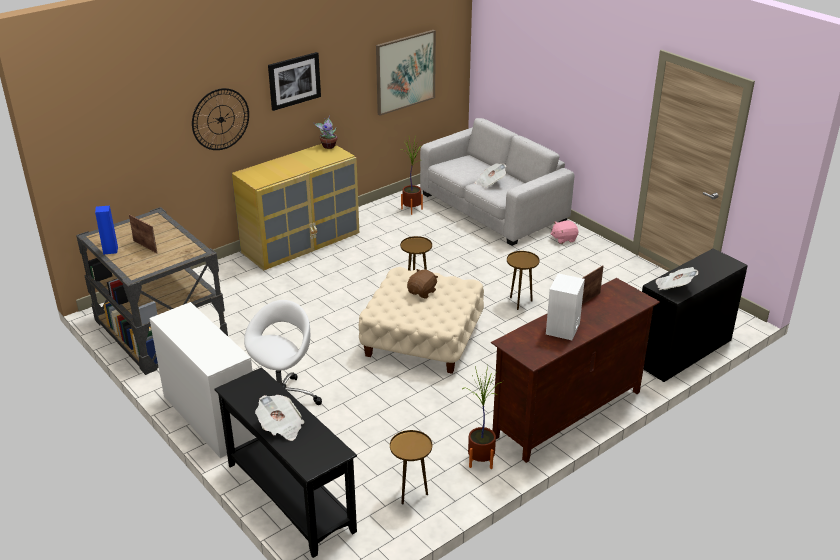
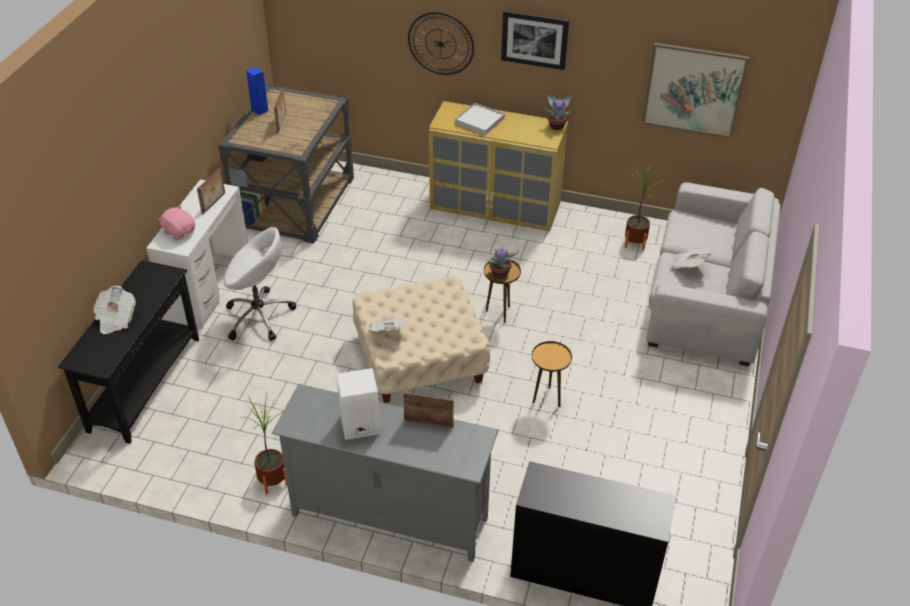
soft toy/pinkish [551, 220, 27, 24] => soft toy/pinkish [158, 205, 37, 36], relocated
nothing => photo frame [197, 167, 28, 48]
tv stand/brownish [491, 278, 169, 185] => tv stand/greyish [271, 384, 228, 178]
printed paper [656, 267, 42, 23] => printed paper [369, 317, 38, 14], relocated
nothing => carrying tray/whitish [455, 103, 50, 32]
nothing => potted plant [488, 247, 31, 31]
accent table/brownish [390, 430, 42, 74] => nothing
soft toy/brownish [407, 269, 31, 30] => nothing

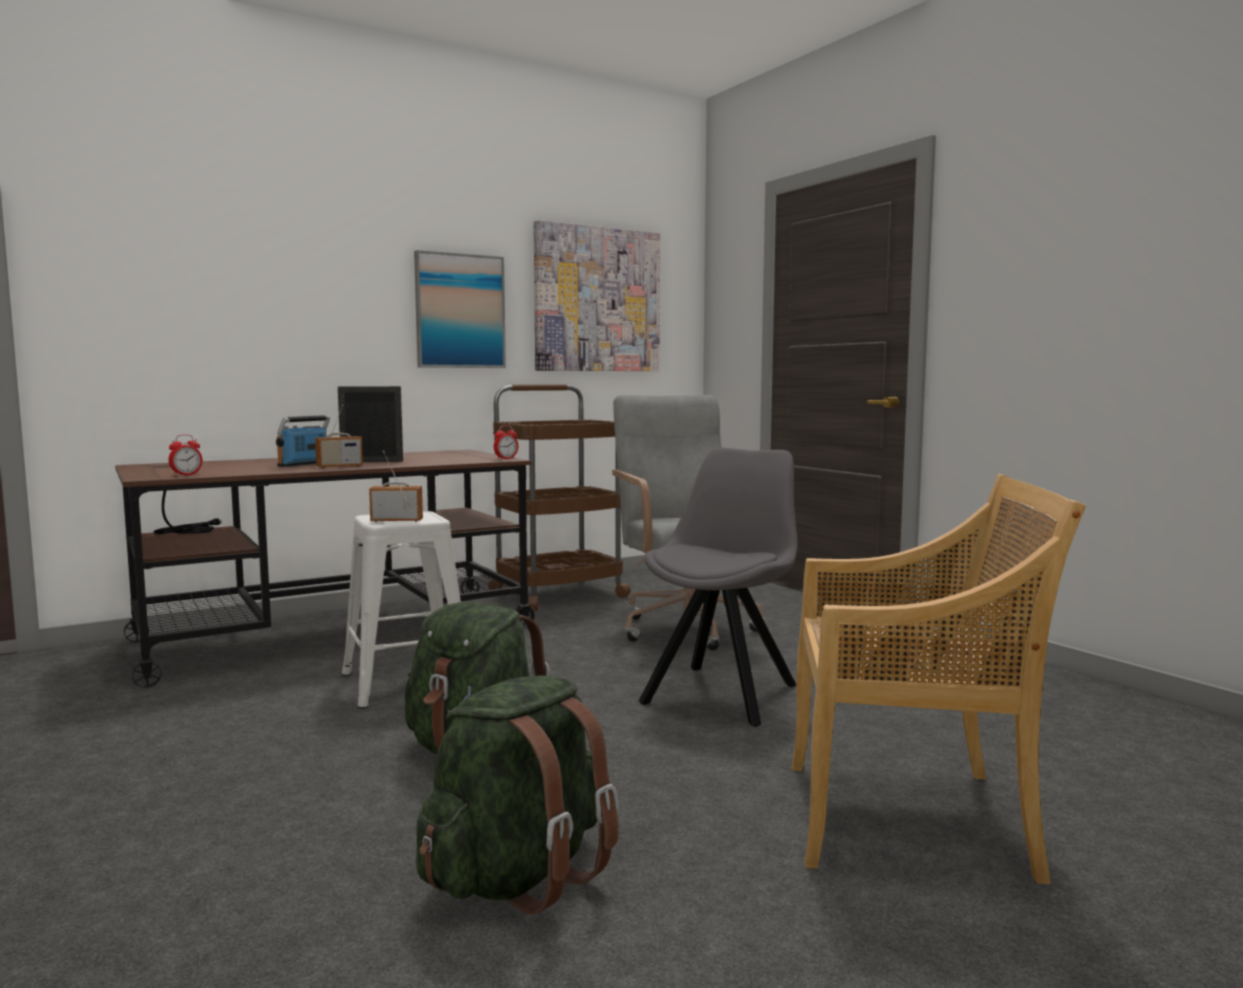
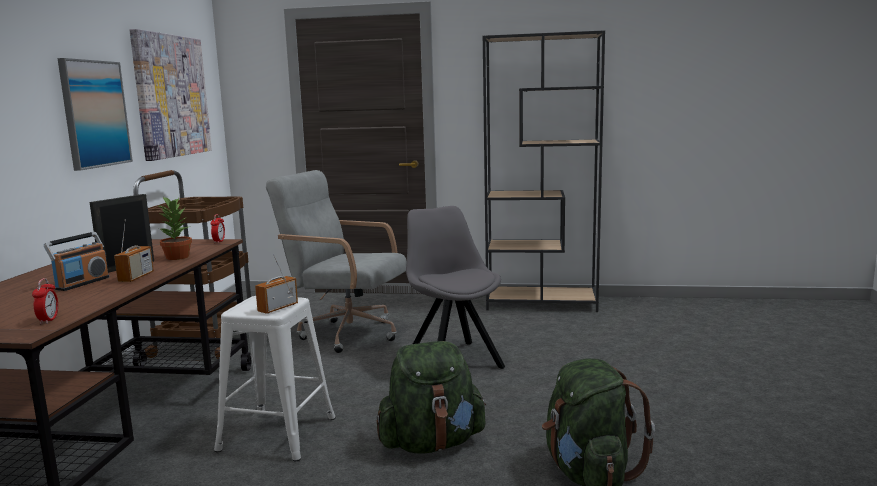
radio set [276, 415, 54, 52] => radio set [44, 232, 65, 59], 135 degrees counterclockwise
nothing => potted plant [157, 196, 35, 64]
nothing => bookshelf [482, 30, 123, 282]
plain chair/beige-coloured [792, 474, 294, 410] => nothing

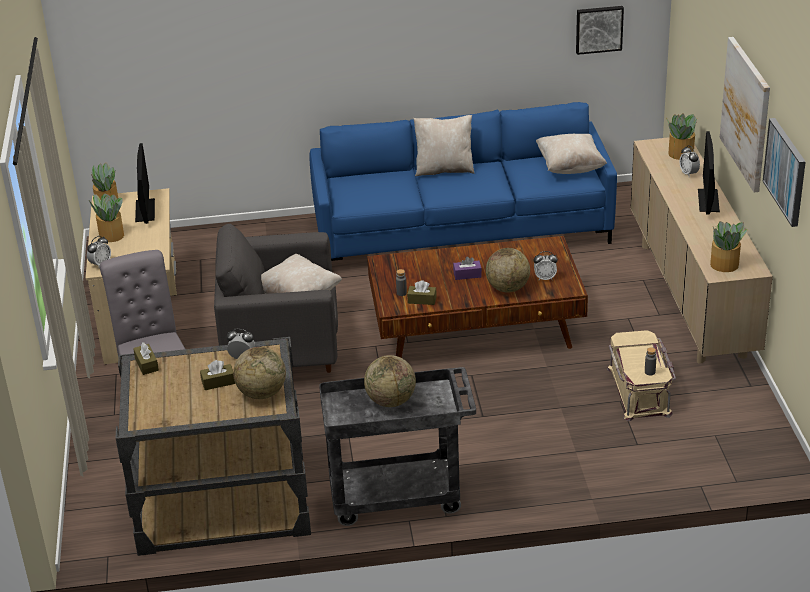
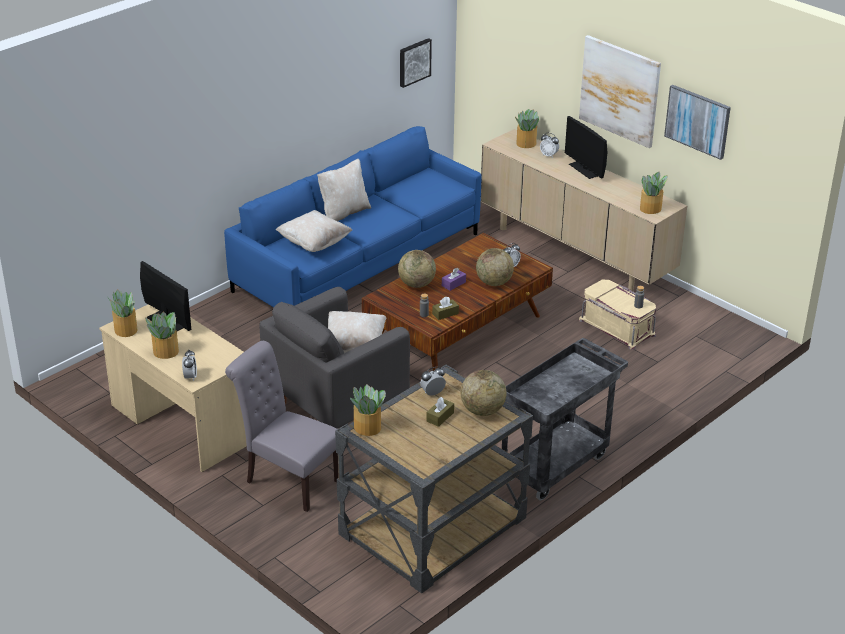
cushion/beige-coloured [536, 134, 71, 40] => cushion/beige-coloured [276, 210, 76, 42], relocated
tissue box/brownish [133, 342, 26, 33] => potted plant [350, 384, 36, 52]
desk globe [364, 355, 52, 52] => desk globe [398, 250, 38, 38], relocated

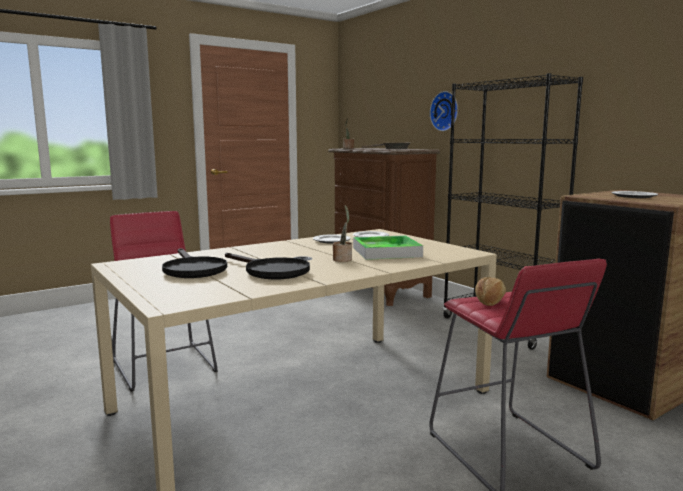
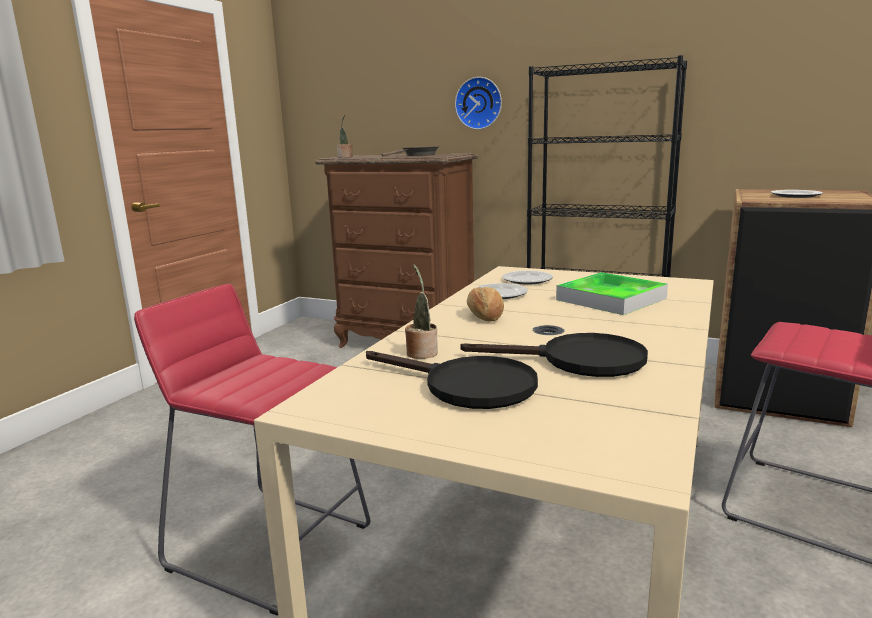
potted plant [333, 205, 19, 57] => potted plant [405, 264, 33, 95], relocated
bakery bread [475, 277, 31, 29] => bakery bread [467, 287, 37, 34], relocated

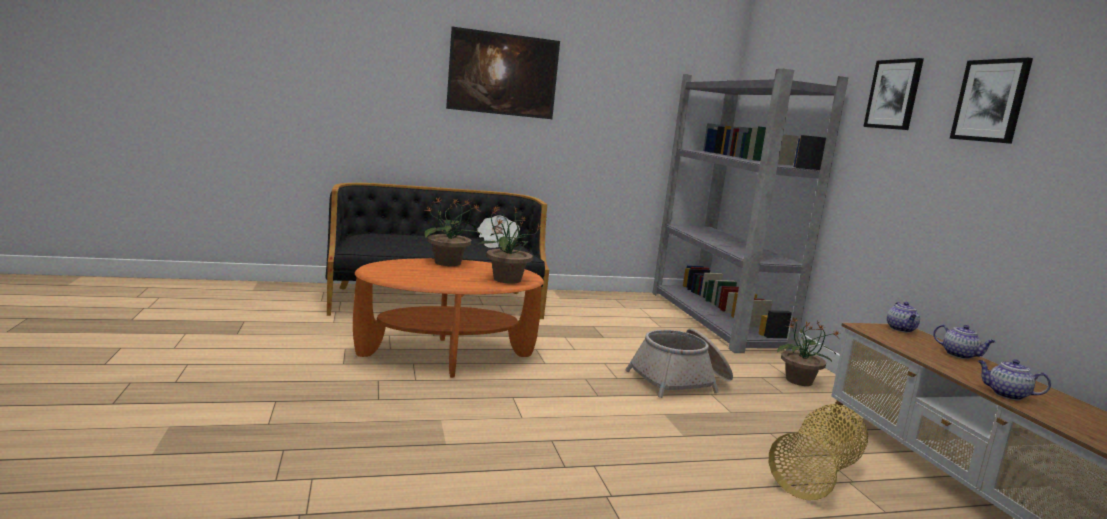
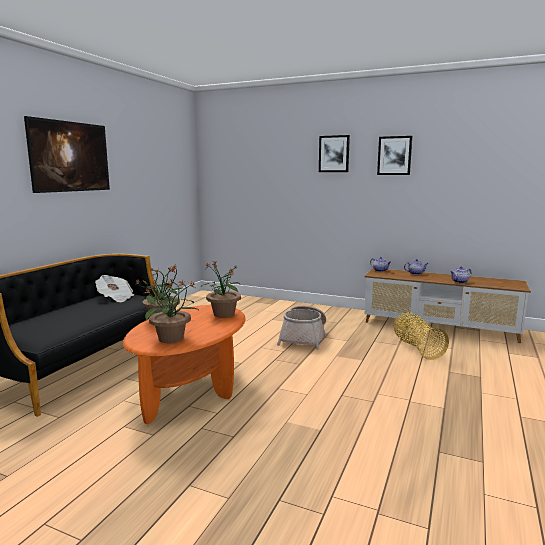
potted plant [777, 317, 63, 69] => potted plant [145, 279, 55, 64], relocated
bookshelf/greyish [652, 69, 197, 284] => nothing

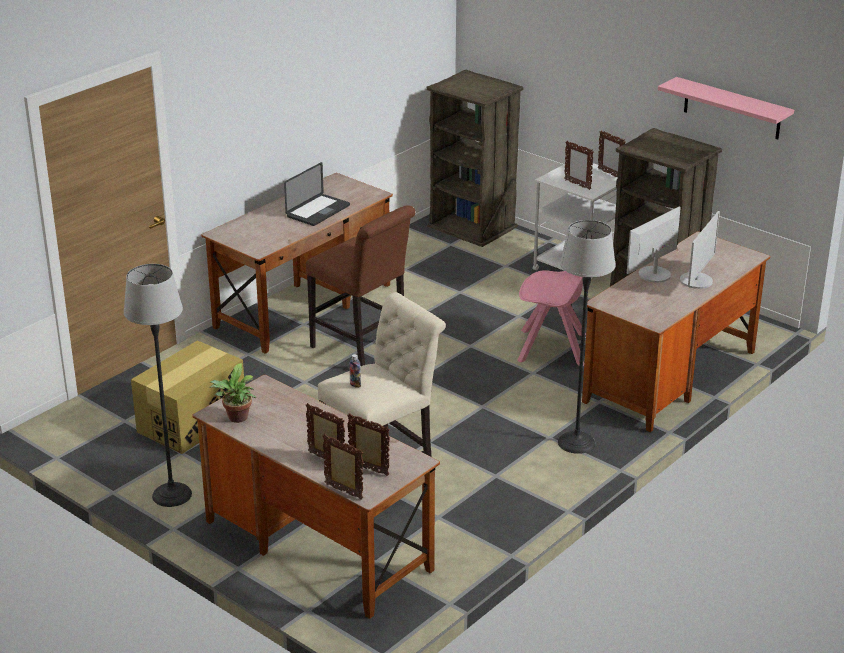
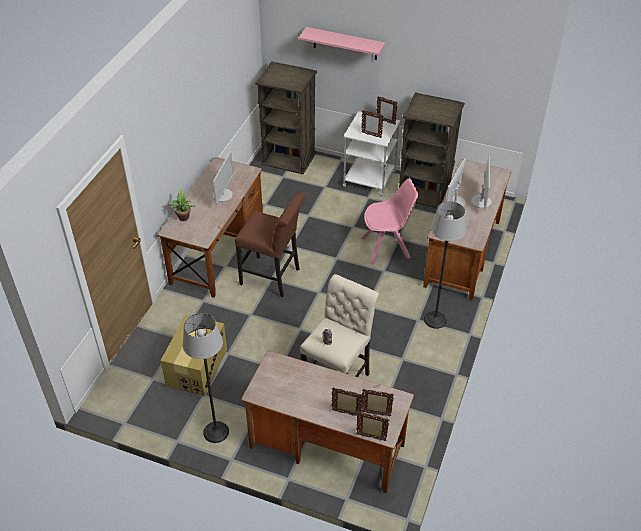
potted plant [209, 363, 47, 60] => potted plant [168, 189, 27, 32], relocated
portable computer [284, 162, 66, 64] => computer display [213, 151, 20, 54]
bracket shelf/pinkish [658, 77, 136, 63] => bracket shelf/pinkish [299, 27, 86, 33], relocated

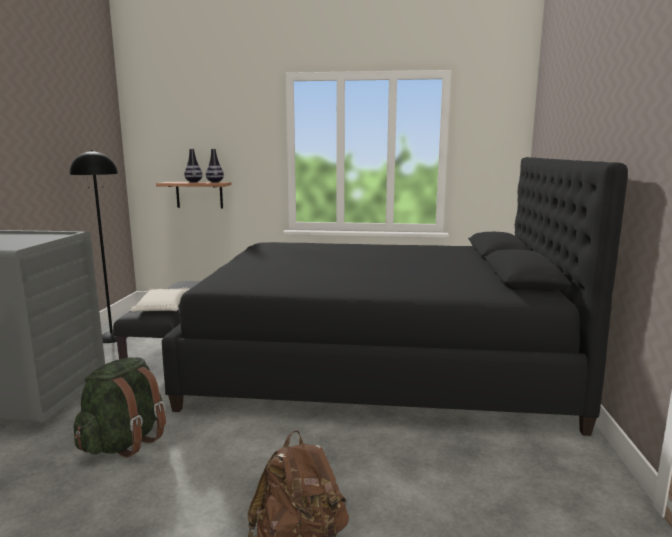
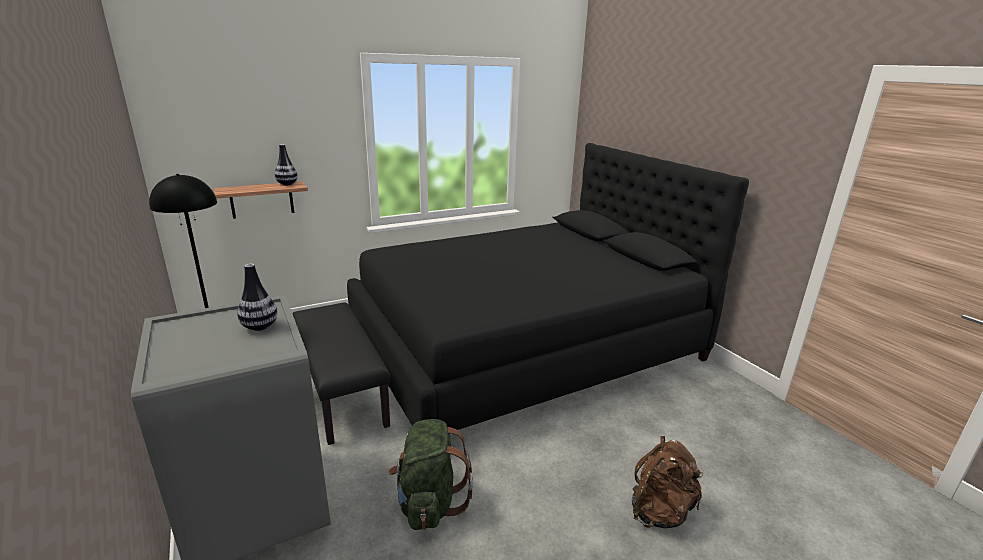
decorative vase [184, 149, 19, 33] => decorative vase [237, 264, 41, 67], relocated
cushion/whitish [130, 287, 60, 25] => nothing

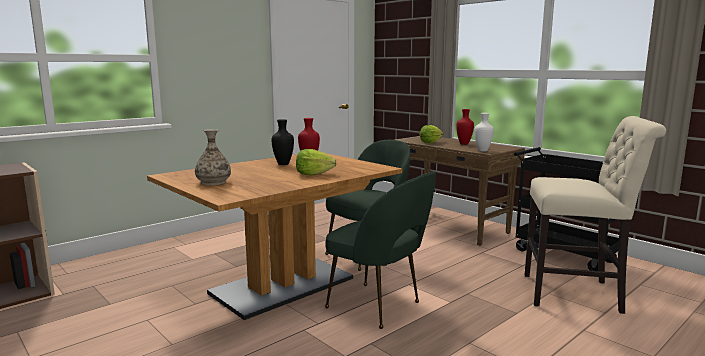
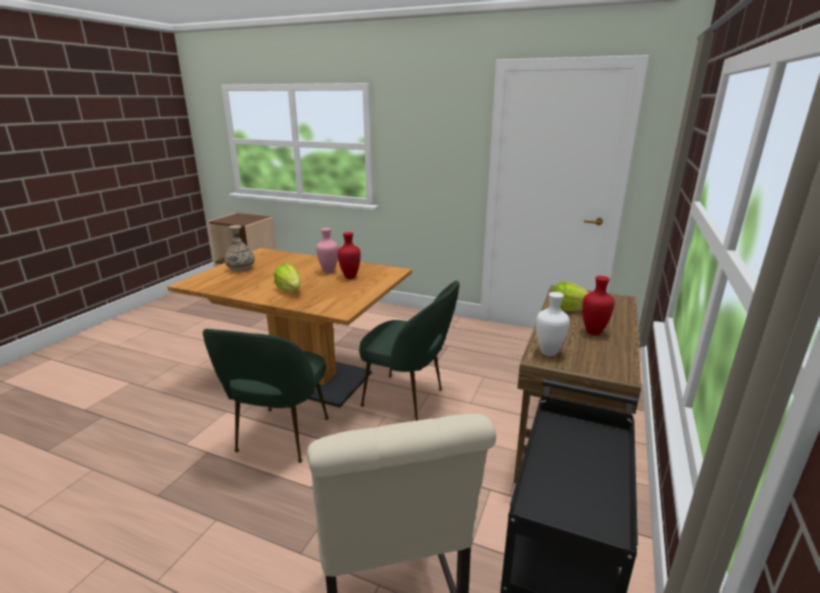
decorative vase/black [272, 119, 22, 46] => decorative vase/pinkish [316, 228, 23, 45]

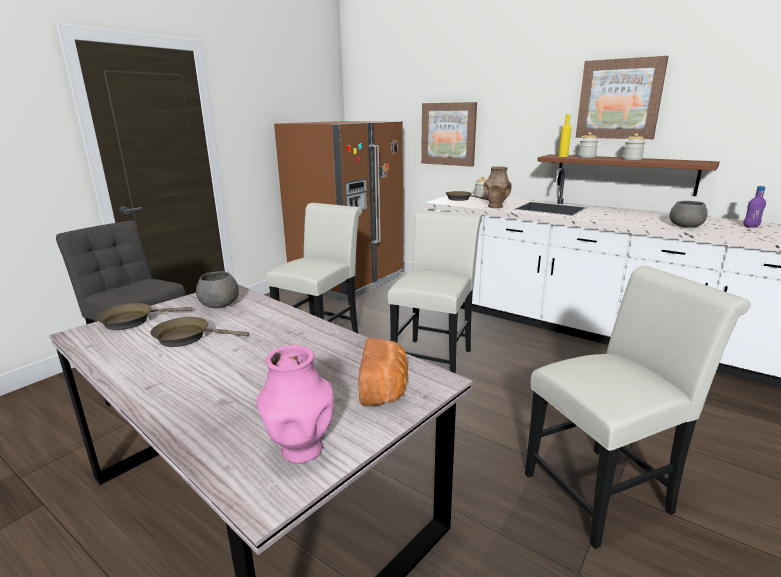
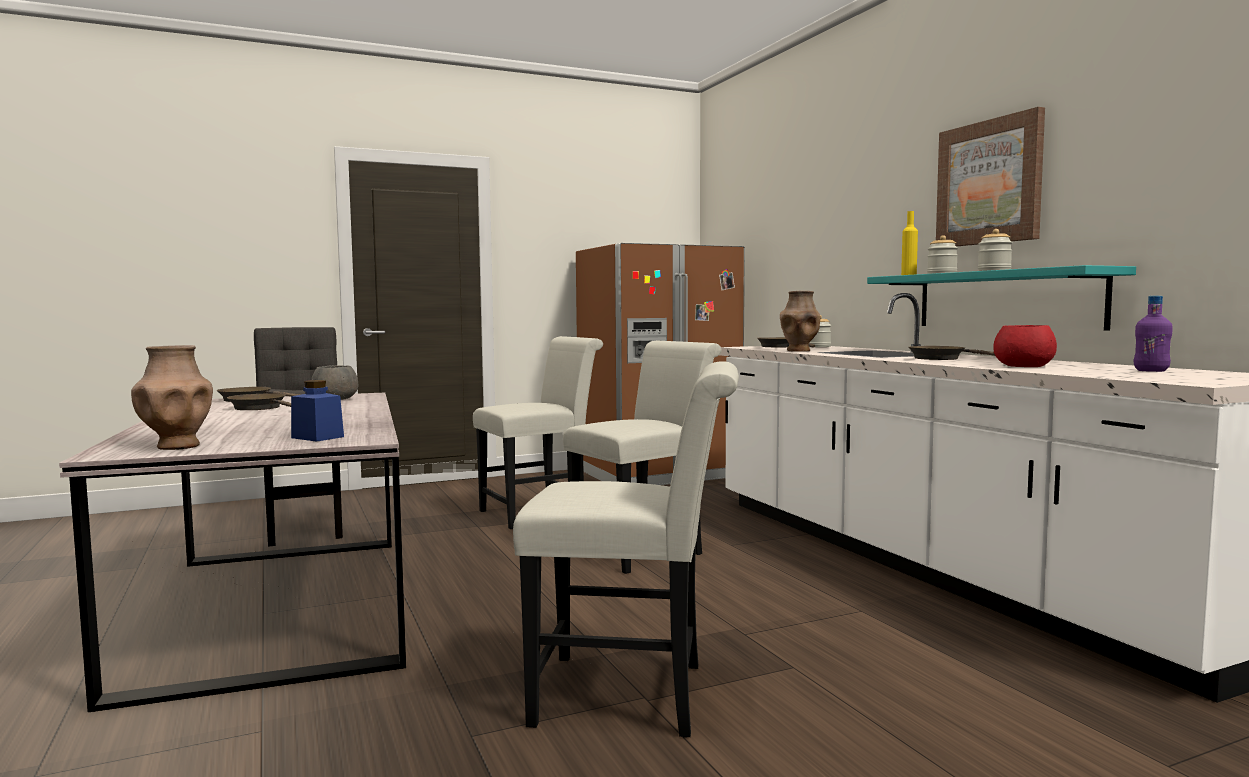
decorative vase/pinkish [257, 345, 77, 118] => decorative vase/brownish [131, 345, 82, 105]
bakery bread [359, 338, 49, 67] => preserve jar/blue [291, 380, 53, 62]
bracket shelf/brownish [537, 154, 183, 42] => bracket shelf/turquoise [867, 265, 269, 66]
nothing => frying pan/brownish [909, 346, 86, 14]
bowl/greyish [669, 201, 39, 26] => bowl/red [993, 325, 64, 42]
picture [421, 102, 56, 65] => nothing

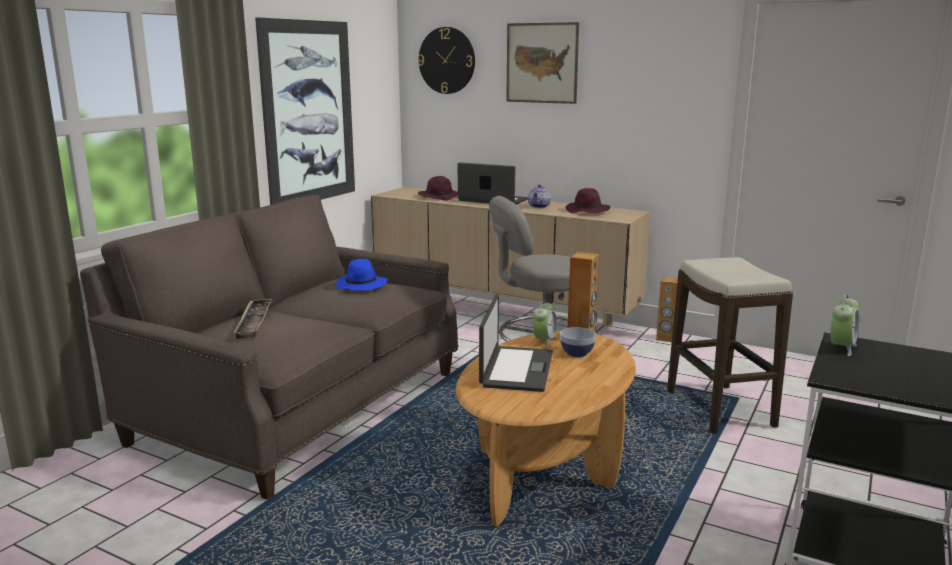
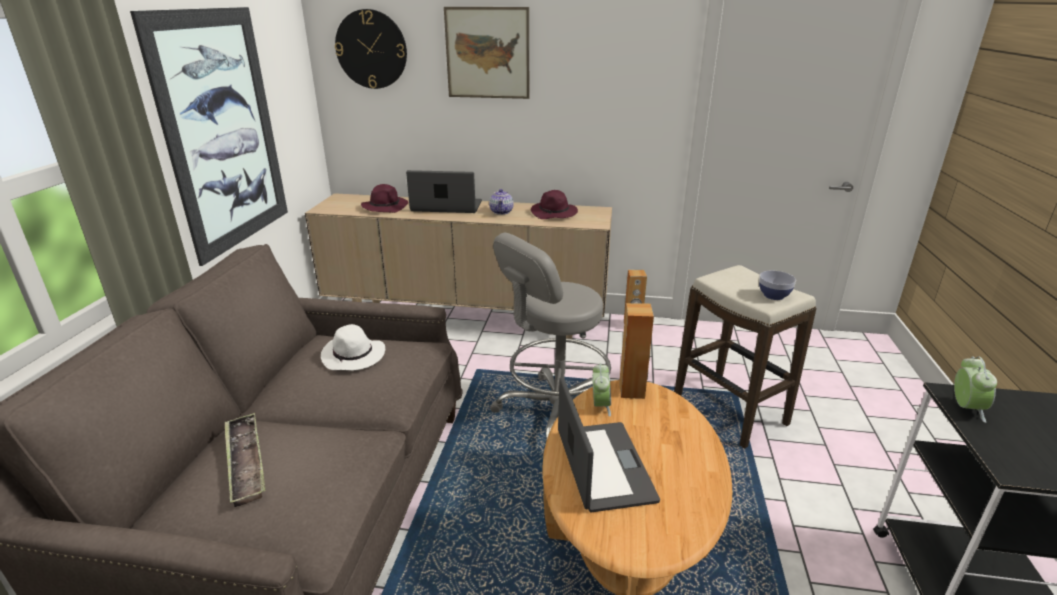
clothing hat/blue [336, 259, 52, 32] => clothing hat/whitish [321, 324, 64, 47]
bowl [560, 327, 36, 30] => bowl [759, 270, 37, 30], relocated

